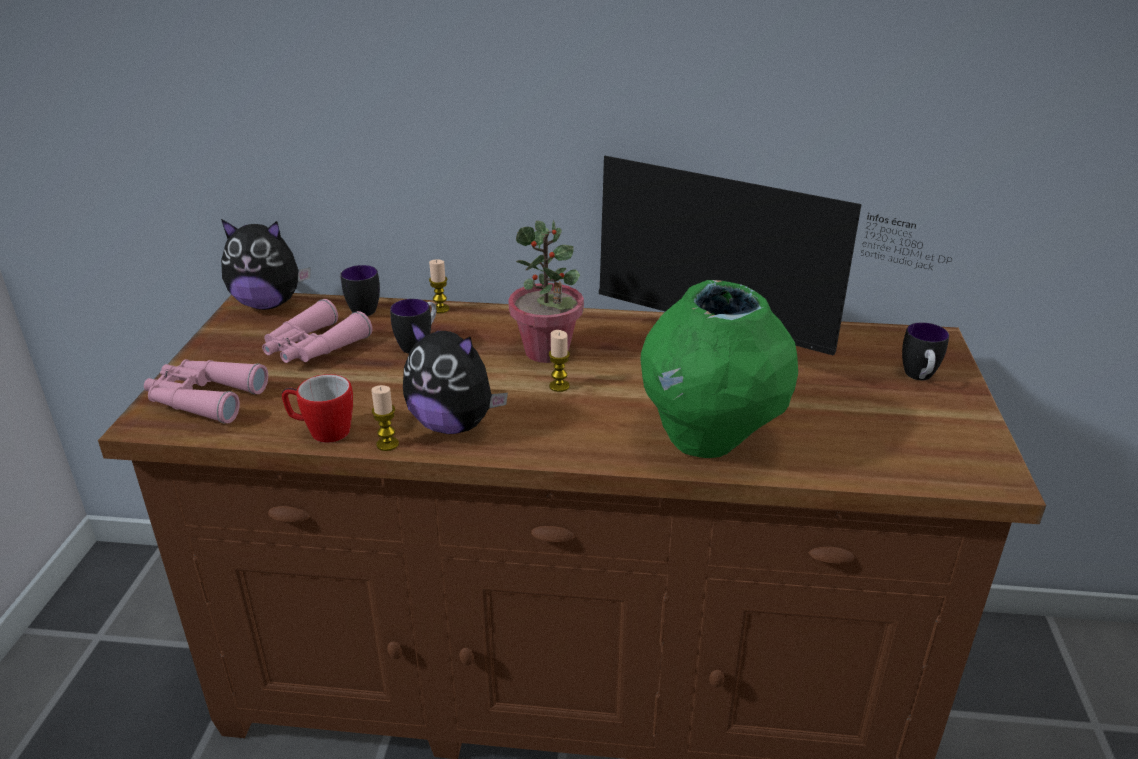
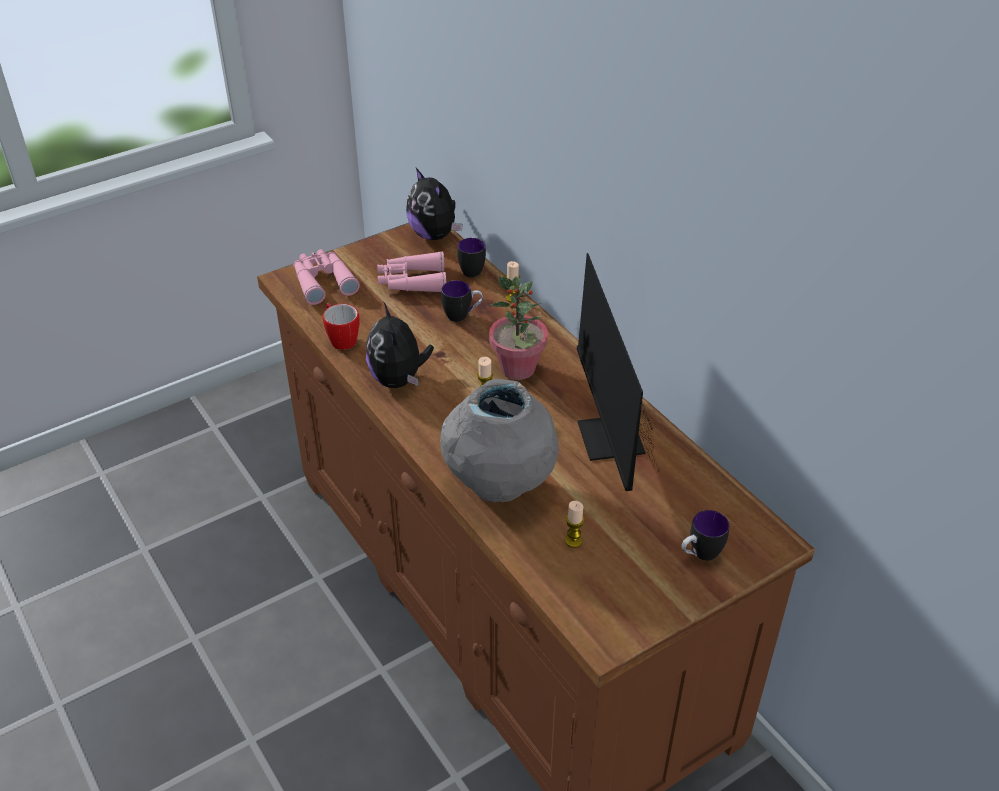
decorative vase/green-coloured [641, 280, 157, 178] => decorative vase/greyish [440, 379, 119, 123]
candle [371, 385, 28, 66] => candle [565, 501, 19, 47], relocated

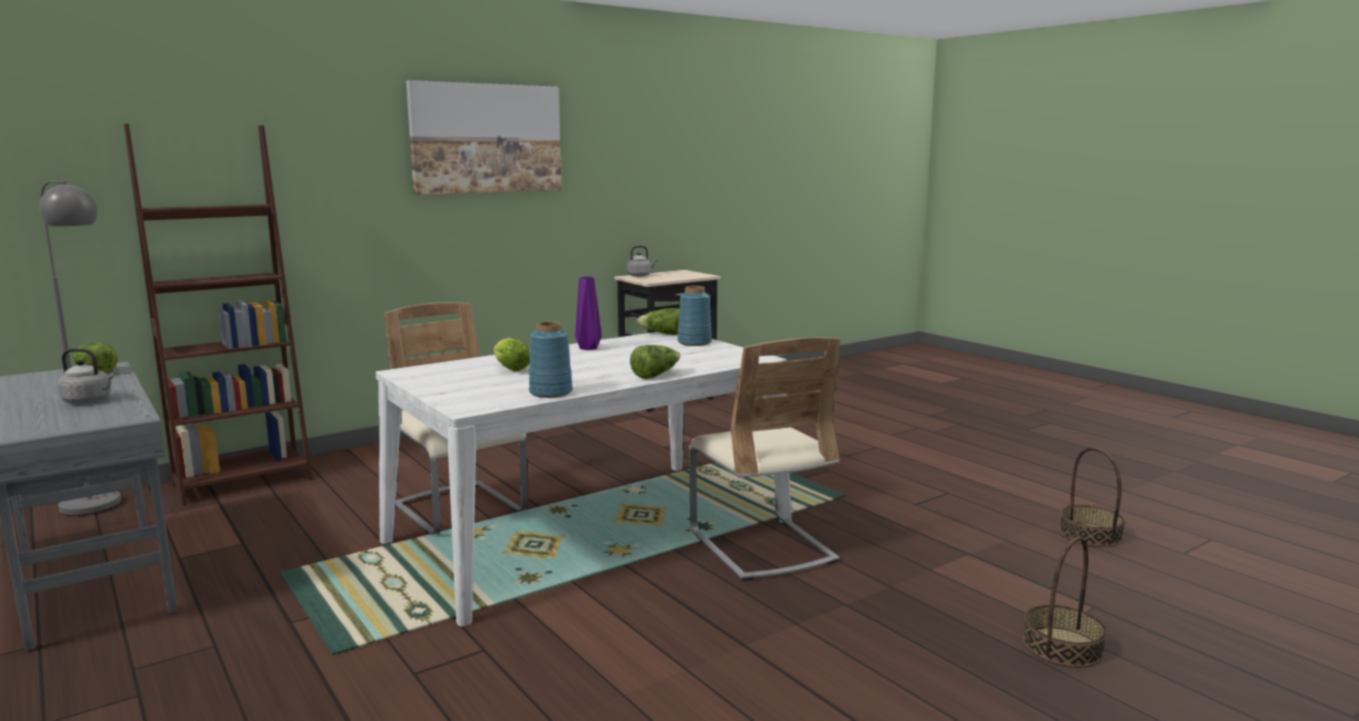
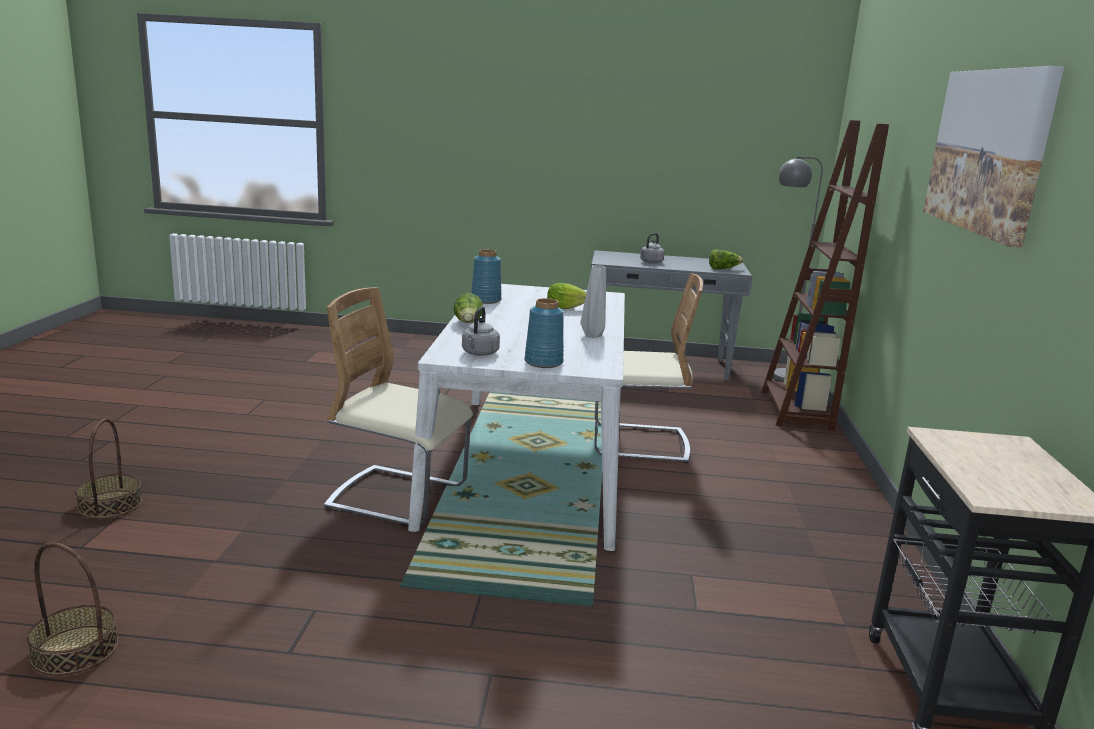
kettle/greyish [627, 246, 30, 31] => kettle/greyish [462, 306, 38, 50], relocated
decorative vase/purplish [575, 277, 27, 73] => decorative vase/greyish [581, 265, 25, 73]
lettuce head [637, 308, 42, 27] => nothing

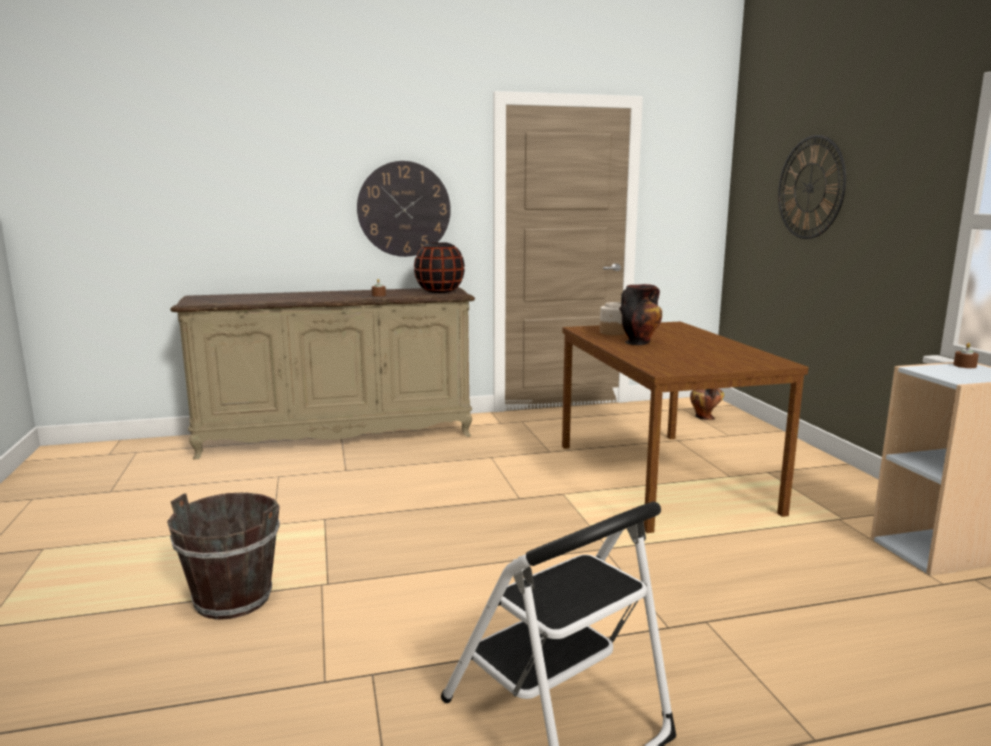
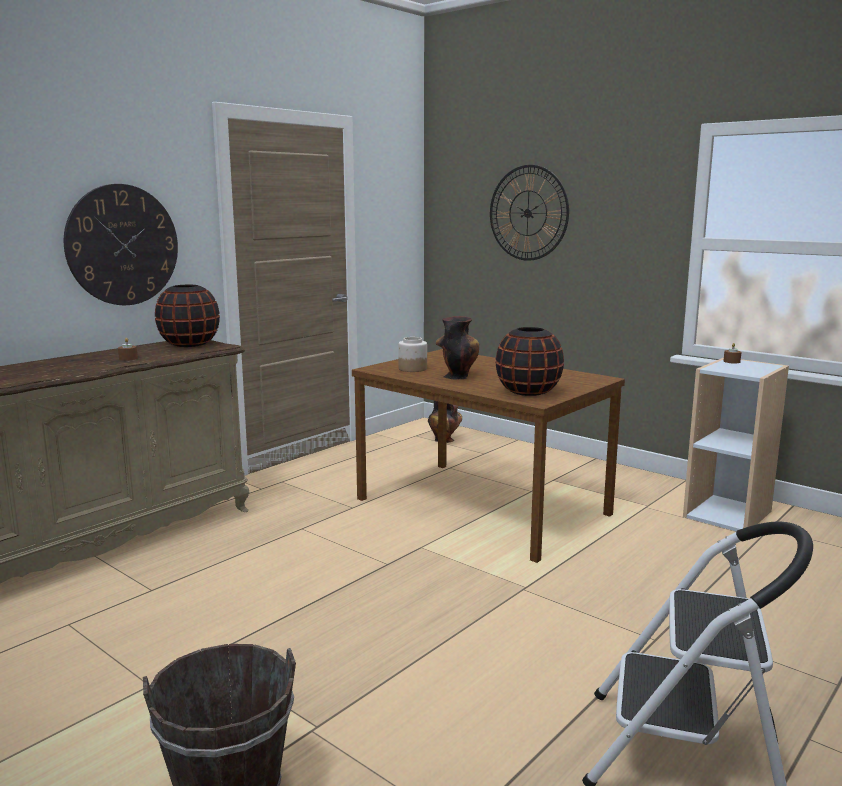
nothing => decorative vase/black [495, 327, 69, 69]

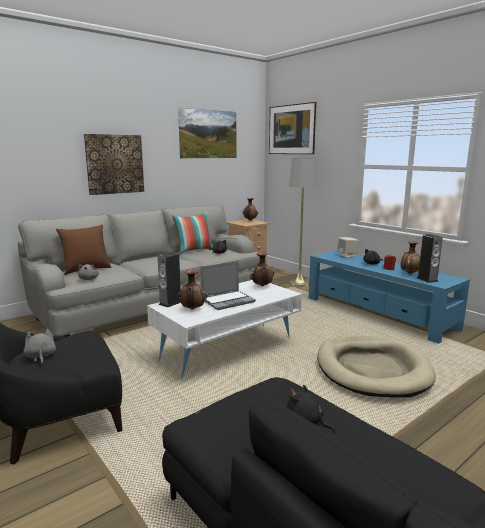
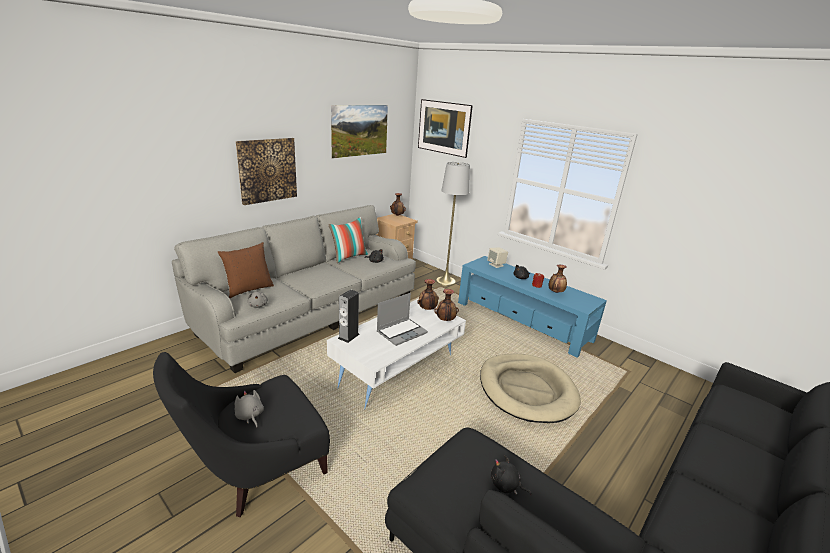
decorative vase [177, 270, 30, 40] => decorative vase [434, 289, 25, 32], relocated
speaker [417, 234, 26, 49] => nothing

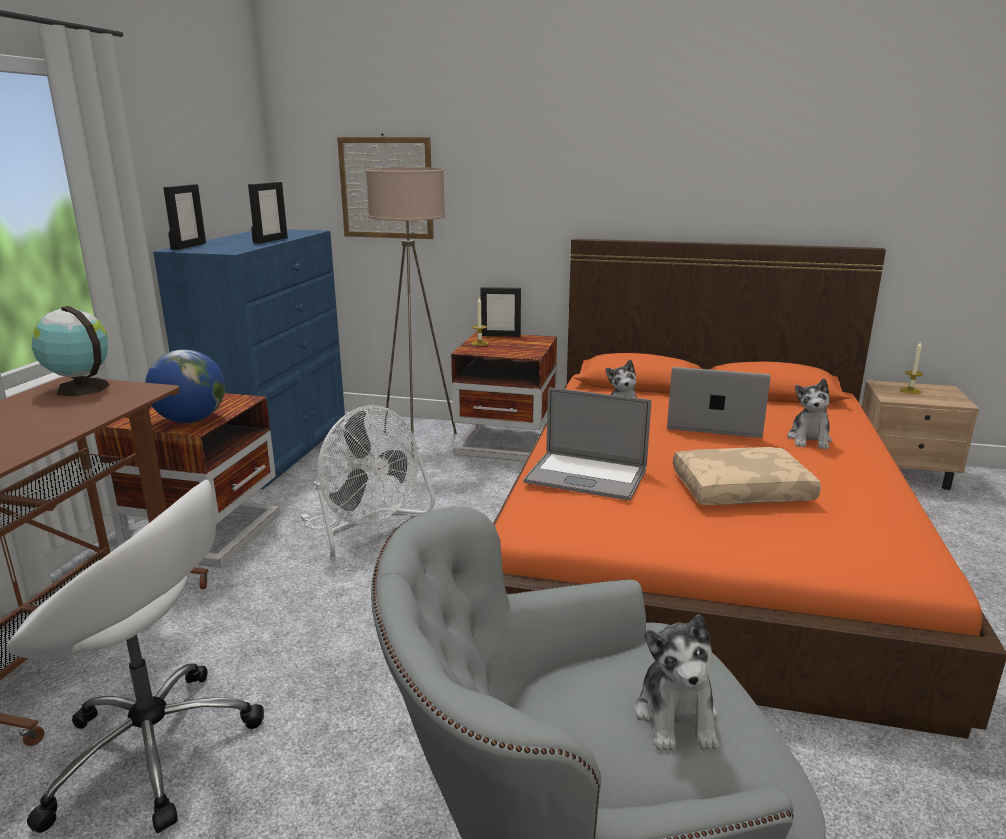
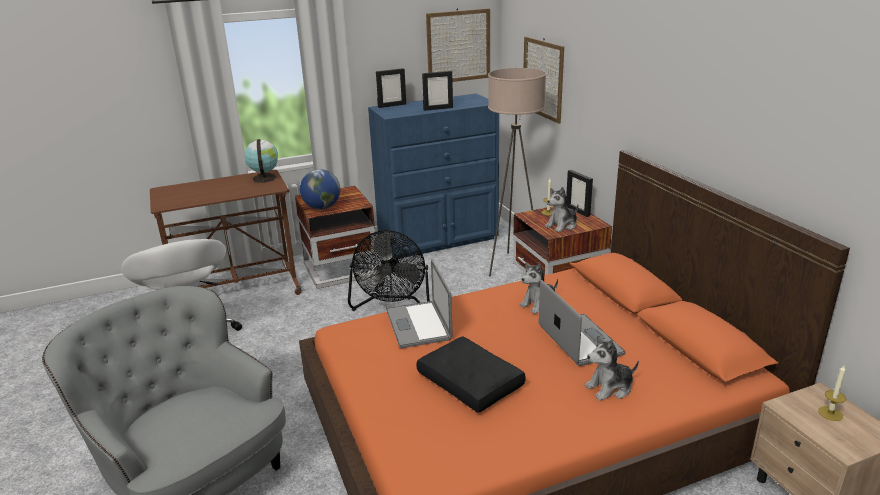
electric fan/whitish [301, 405, 134, 156] => electric fan/black [348, 230, 82, 81]
cushion/beige-coloured [673, 447, 148, 58] => cushion/black [416, 336, 110, 77]
nothing => picture [426, 8, 64, 74]
soft toy [635, 614, 84, 137] => soft toy [545, 187, 33, 45], relocated

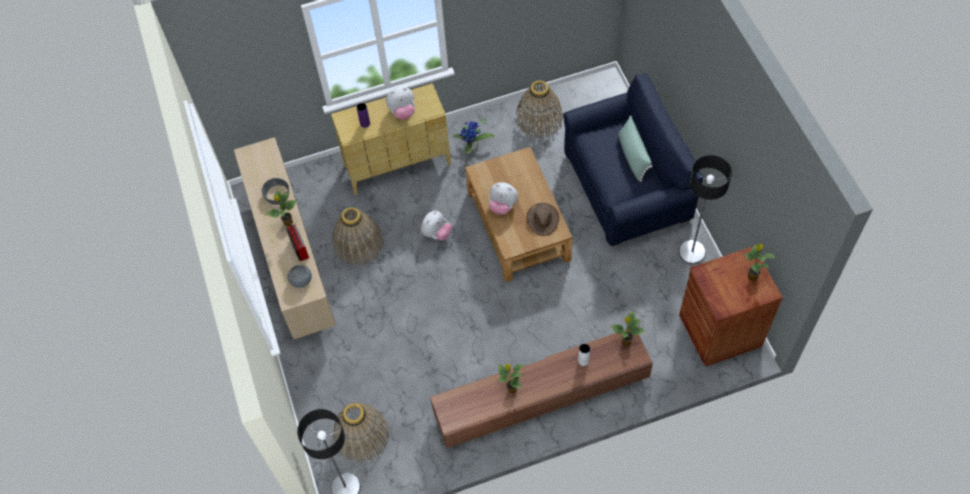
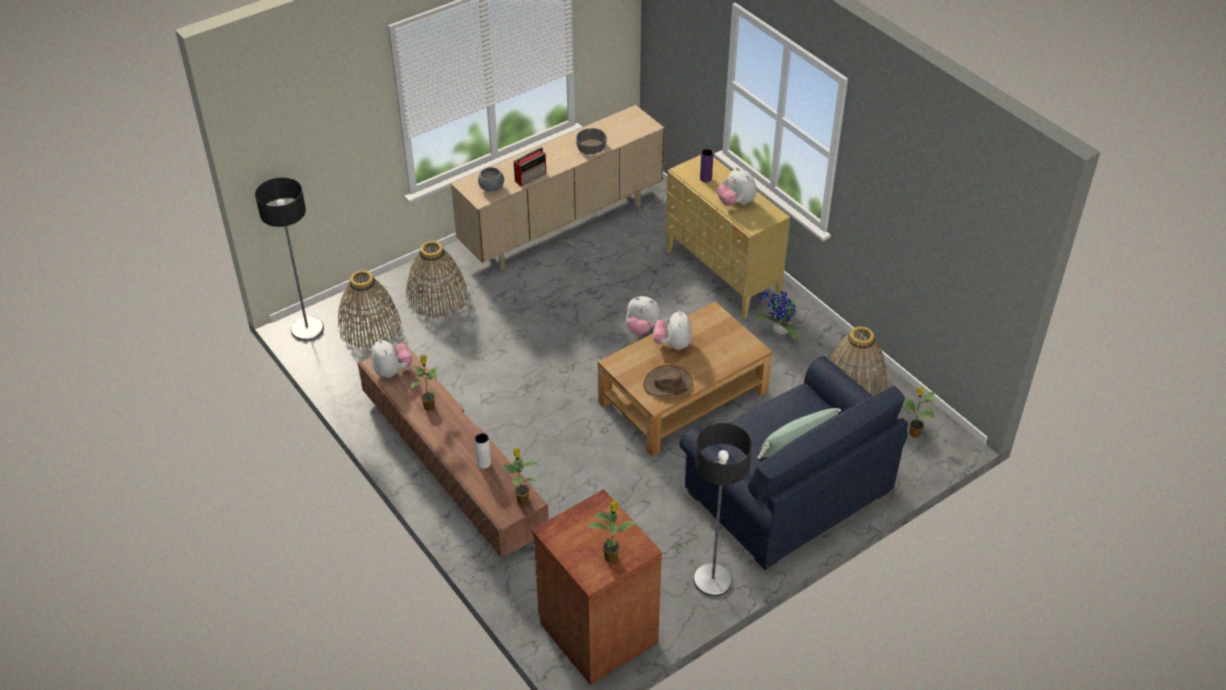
nothing => soft toy [372, 339, 40, 39]
storage basket [333, 207, 51, 58] => storage basket [406, 241, 61, 77], relocated
potted plant [266, 190, 31, 37] => potted plant [903, 386, 33, 52], relocated

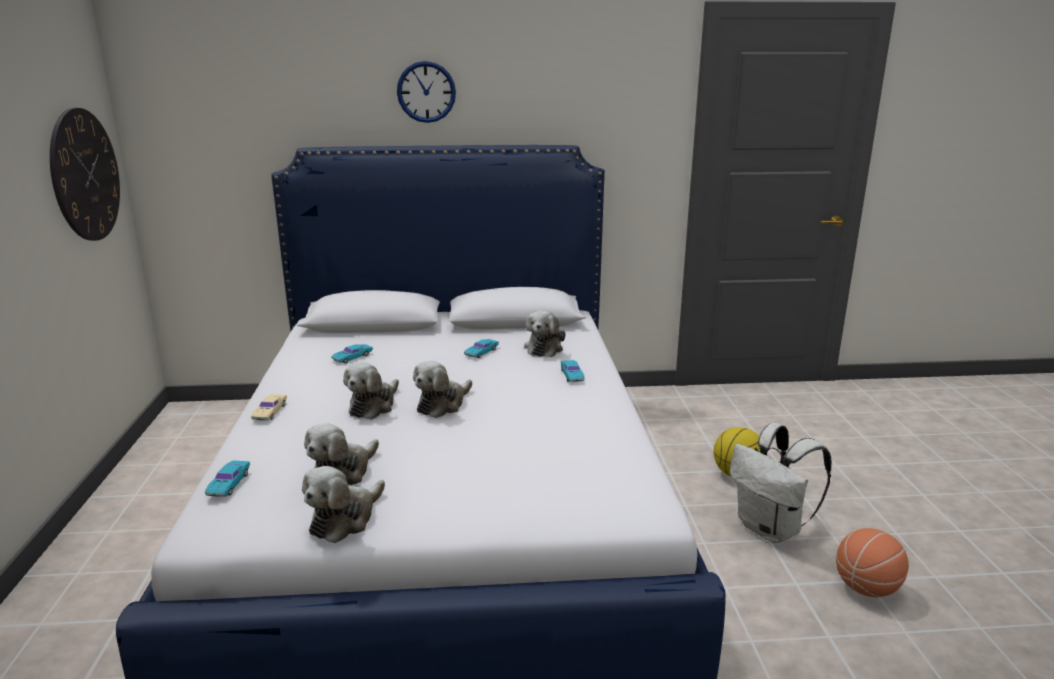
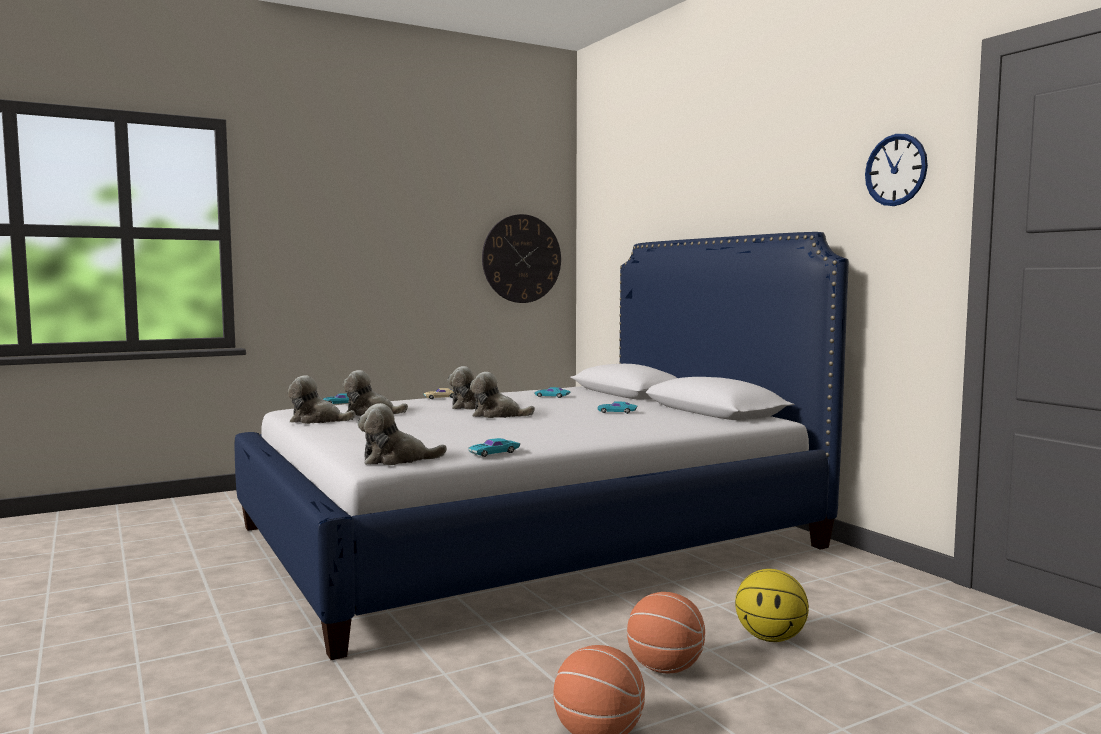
soft toy [524, 310, 42, 47] => soft toy [357, 403, 90, 62], relocated
miniature car/turquoise [561, 360, 23, 22] => miniature car/turquoise [468, 438, 52, 19], relocated
knapsack/whitish [730, 423, 102, 120] => ball for basketball [627, 592, 78, 82]
wall clock [397, 61, 59, 62] => wall clock [865, 134, 63, 72], relocated

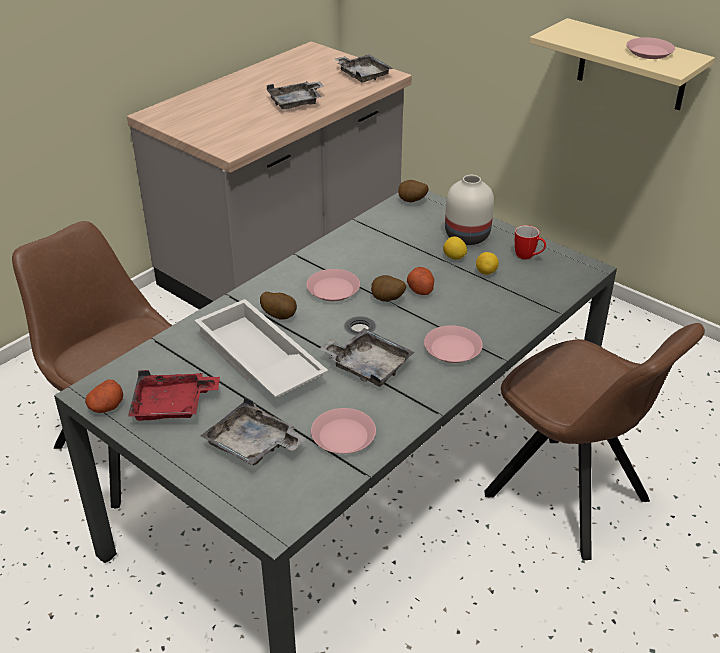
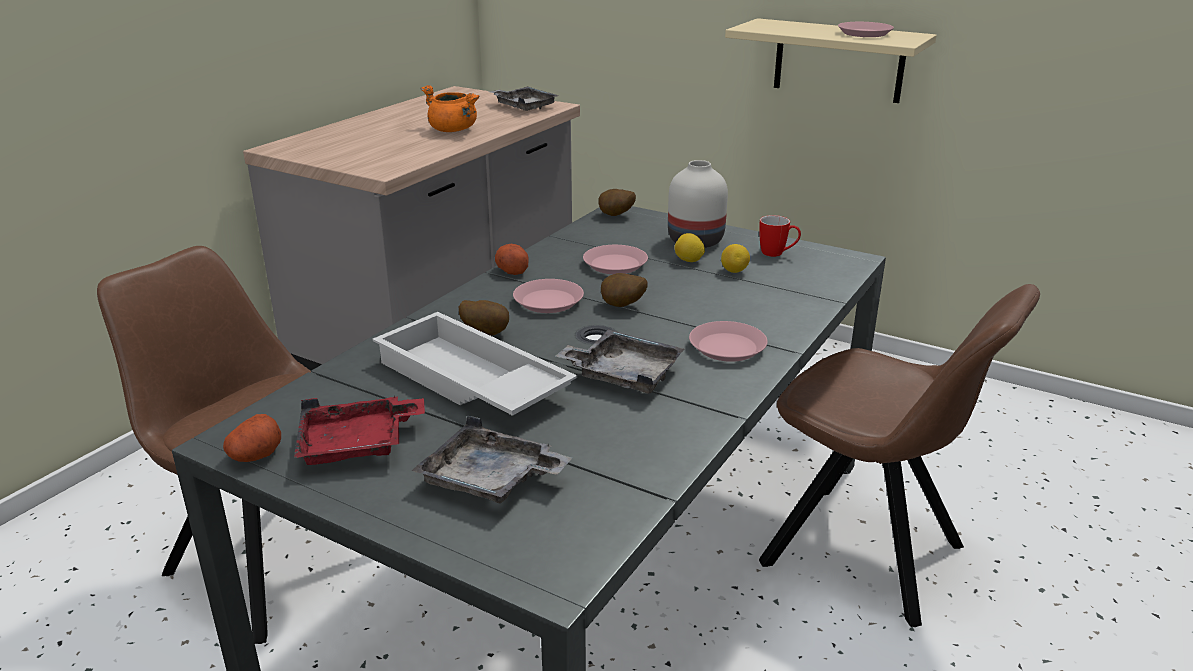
carrying tray/greyish [267, 81, 57, 28] => stockpot/orange-coloured [420, 85, 59, 47]
potato [407, 267, 27, 28] => potato [495, 244, 34, 31], relocated
dinner plate/pinkish [311, 408, 65, 46] => dinner plate/pinkish [583, 245, 65, 29], relocated

